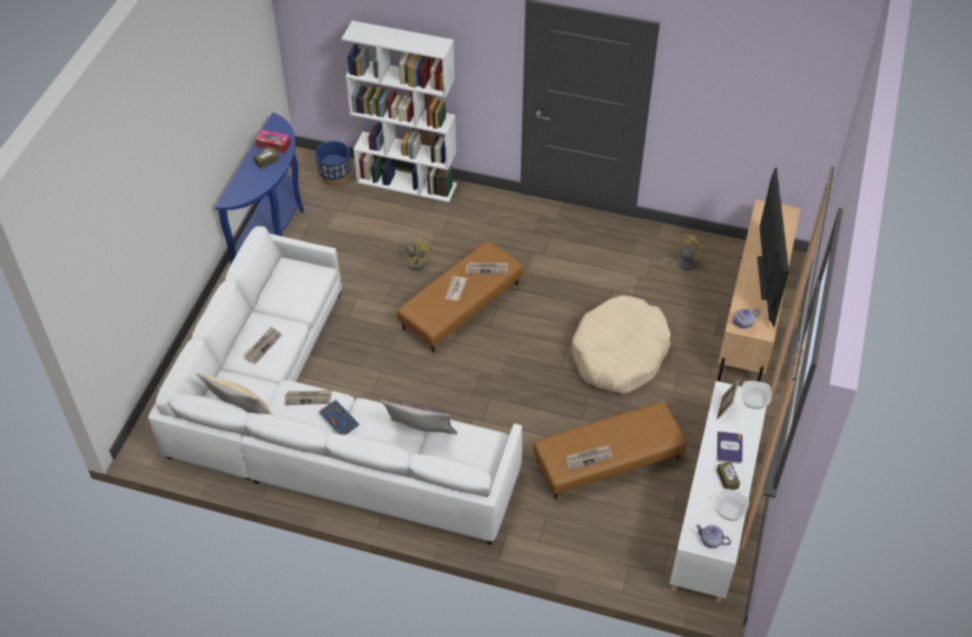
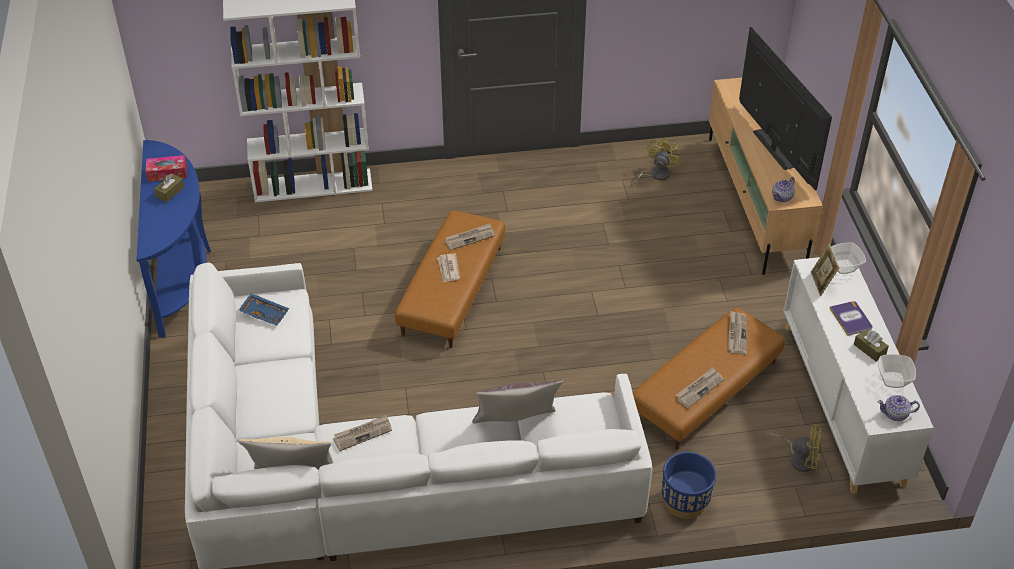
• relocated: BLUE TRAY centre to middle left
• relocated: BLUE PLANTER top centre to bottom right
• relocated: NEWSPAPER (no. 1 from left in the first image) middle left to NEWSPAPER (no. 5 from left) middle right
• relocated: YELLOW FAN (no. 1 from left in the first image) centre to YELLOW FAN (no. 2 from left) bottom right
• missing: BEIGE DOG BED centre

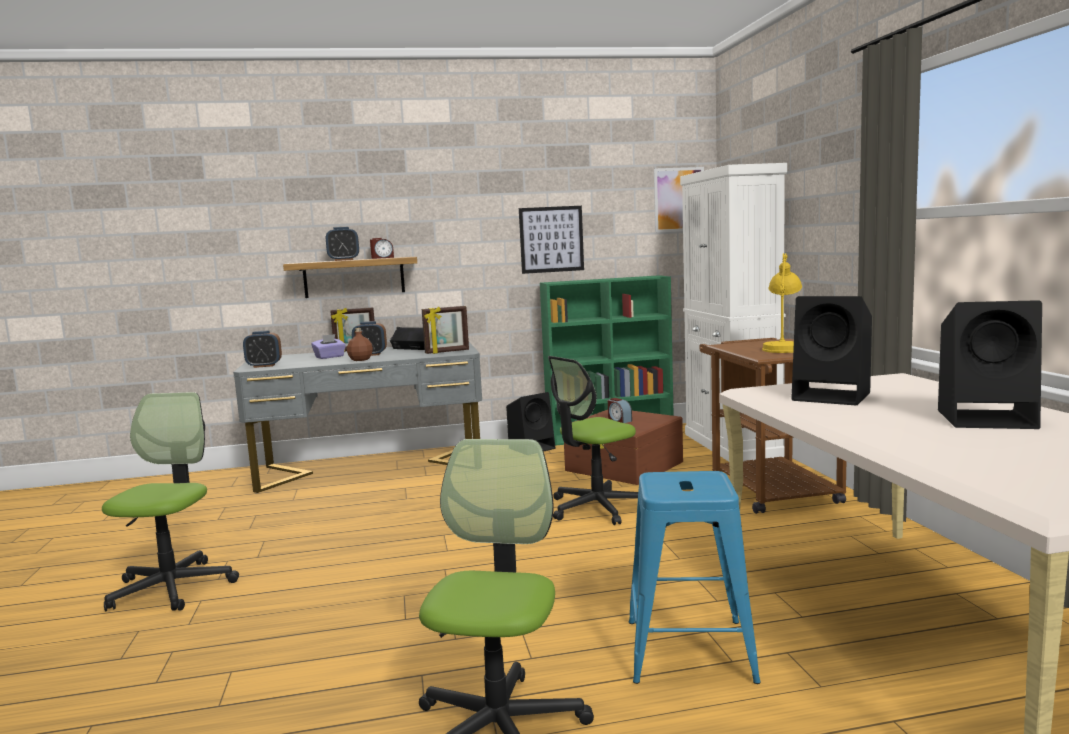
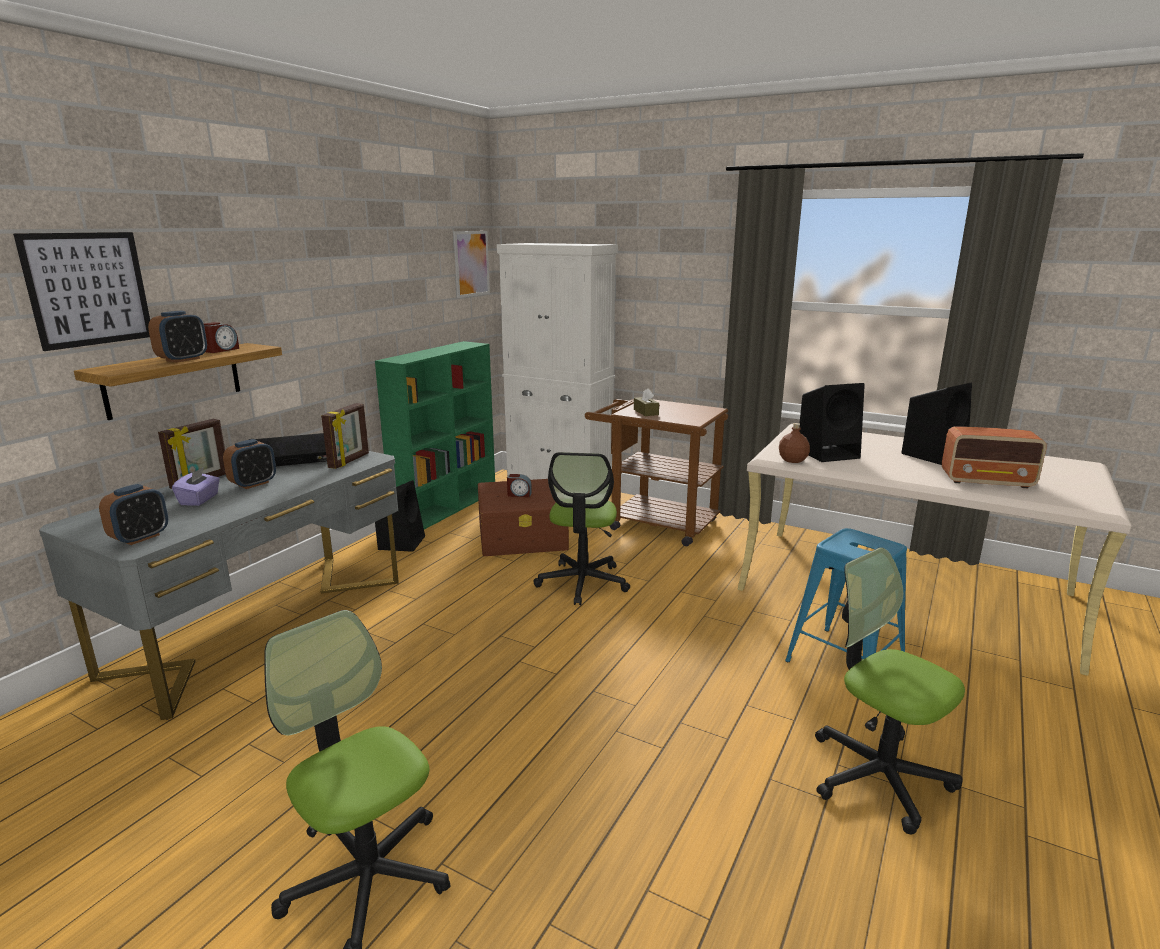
• relocated: PICTURE (no. 1 from left) top centre to top left
• appeared: BROWN TISSUE BOX centre
• relocated: BROWN BOTTLE centre to middle right
• appeared: RADIO middle right
• missing: YELLOW TABLE LAMP middle right

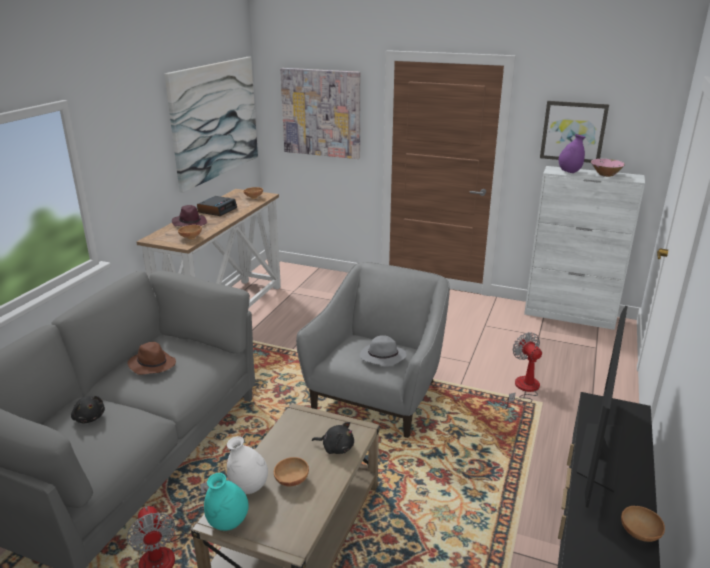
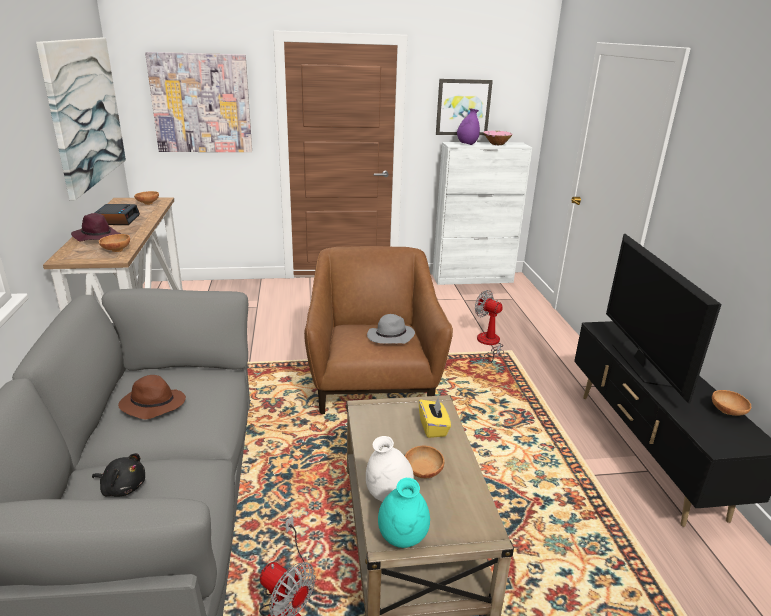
• colour: GREY ARMCHAIR centre to BROWN ARMCHAIR centre
• exchanged: BLACK PLUSH TOY (no. 2 from left) bottom centre to YELLOW TISSUE BOX bottom centre

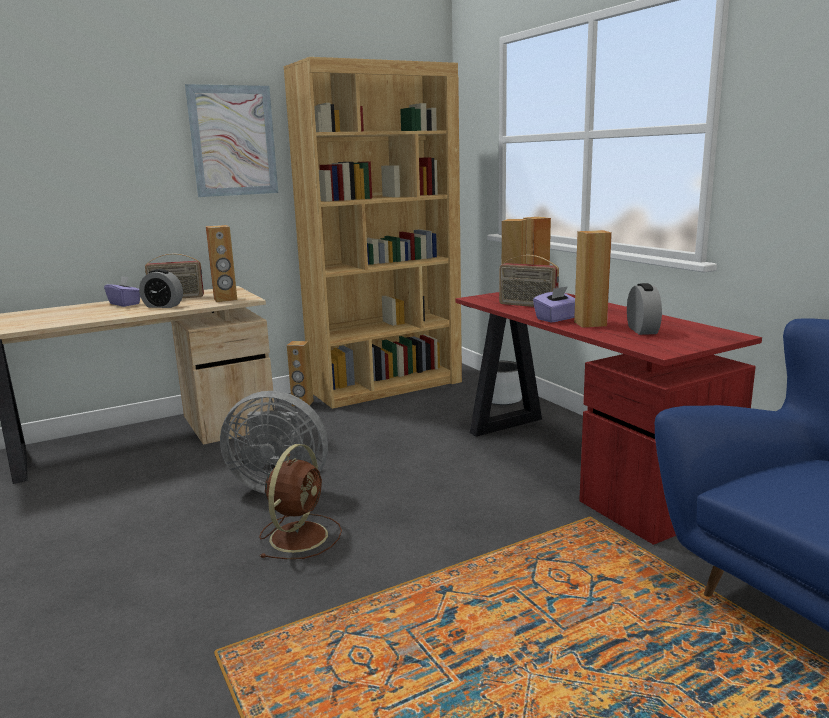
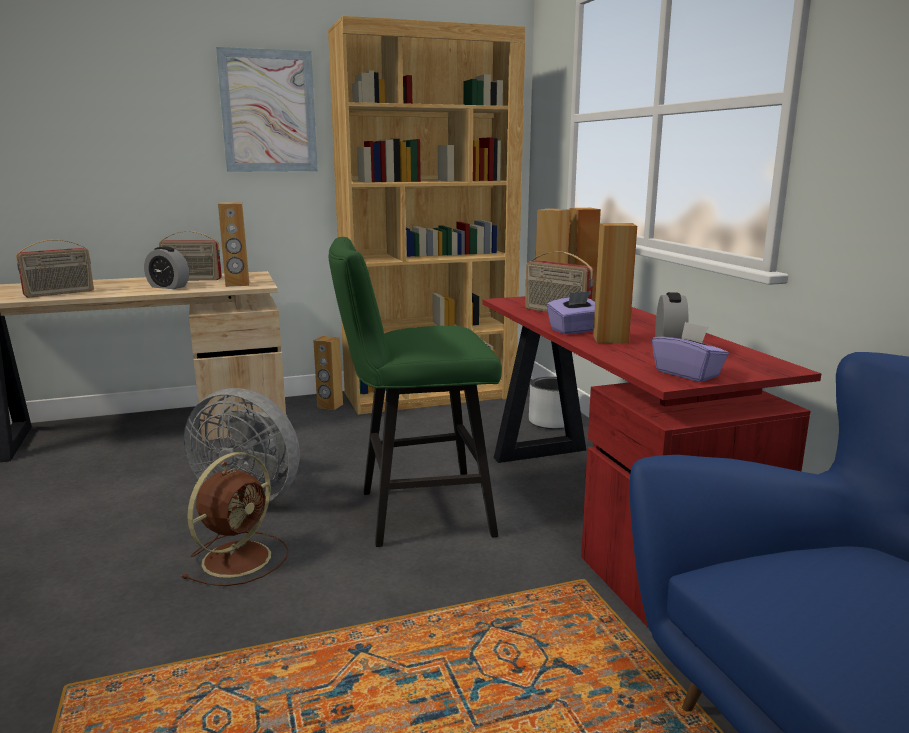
• appeared: RADIO (no. 1 from left) middle left
• appeared: GREEN STOOL centre
• relocated: PURPLE TISSUE BOX (no. 1 from left in the first image) middle left to PURPLE TISSUE BOX (no. 2 from left) middle right

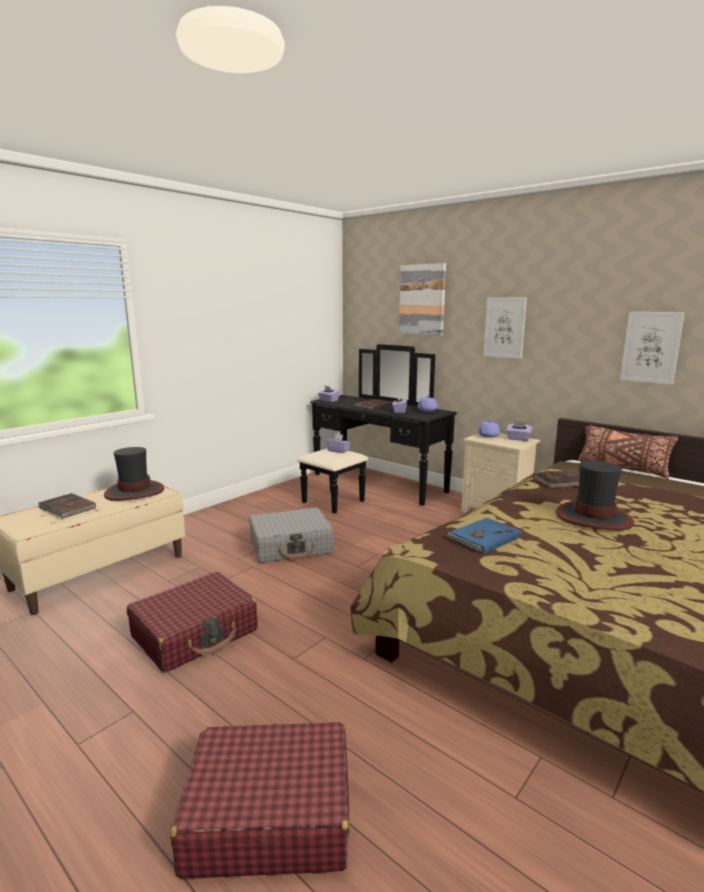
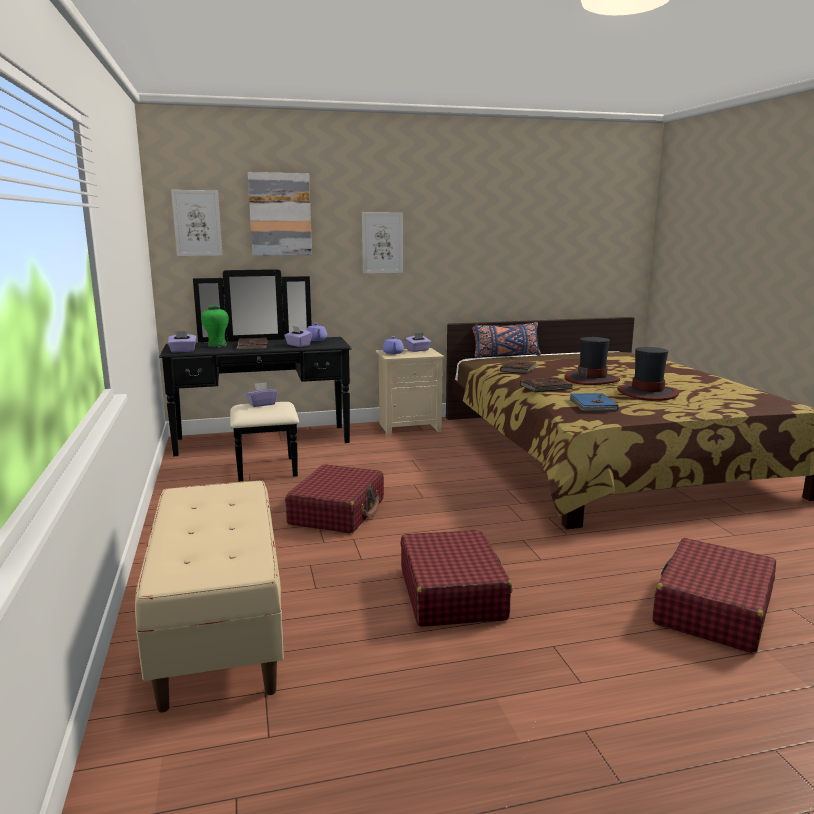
• relocated: PICTURE (no. 3 from left in the first image) middle right to PICTURE (no. 1 from left) top left
• appeared: GREEN VASE middle left
• colour: GREY SUITCASE centre to RED SUITCASE (no. 1 from left) centre
• colour: BROWN PILLOW middle right to BLUE PILLOW centre
• relocated: BROWN BOOK (no. 1 from left in the first image) middle left to BROWN BOOK (no. 3 from left) middle right
• relocated: HAT (no. 1 from left in the first image) middle left to HAT (no. 2 from left) middle right

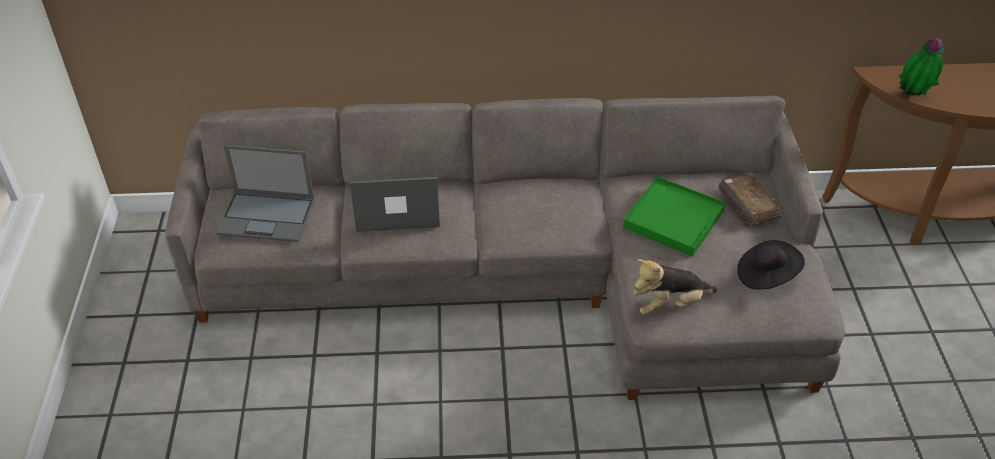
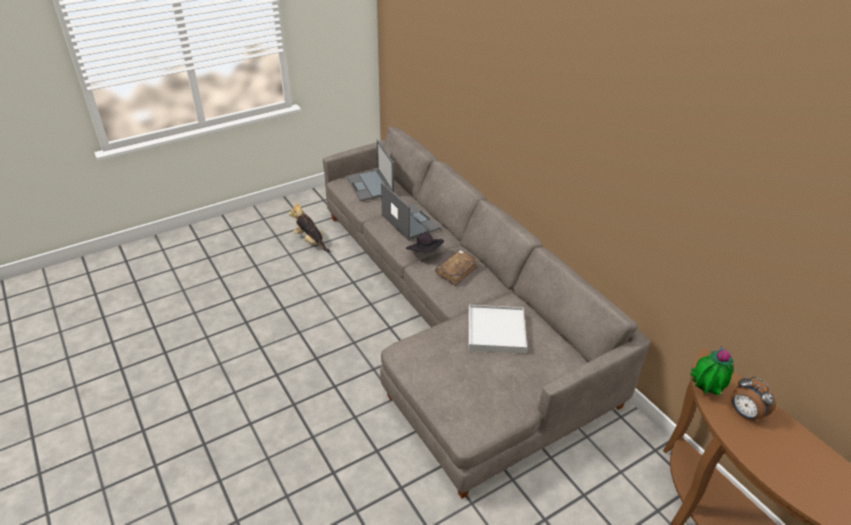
• relocated: PLUSH TOY middle right to centre
• relocated: BLACK HAT middle right to centre
• relocated: BROWN BOOK middle right to centre
• colour: GREEN TRAY middle right to WHITE TRAY centre
• appeared: ALARM CLOCK bottom right

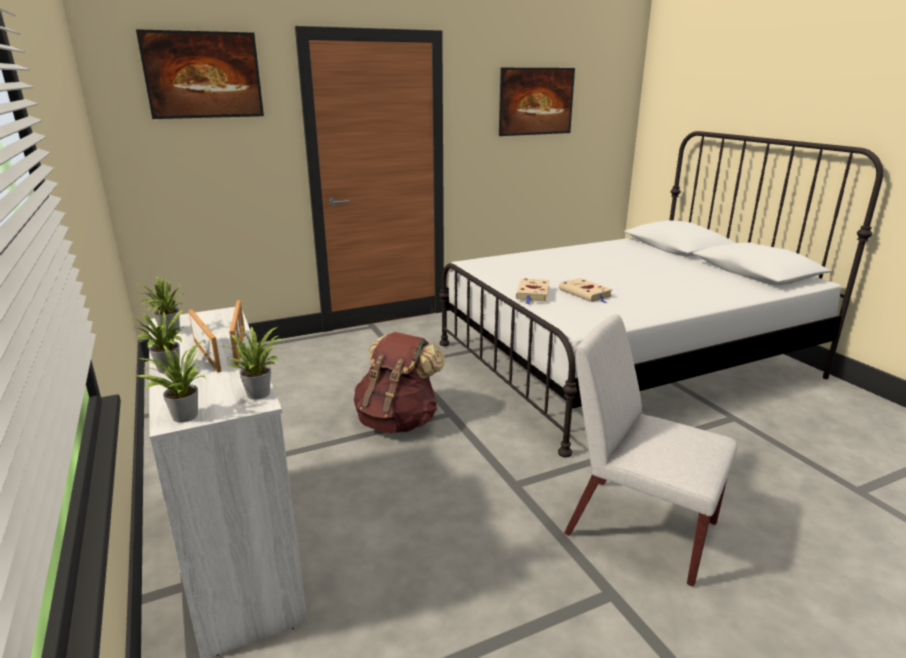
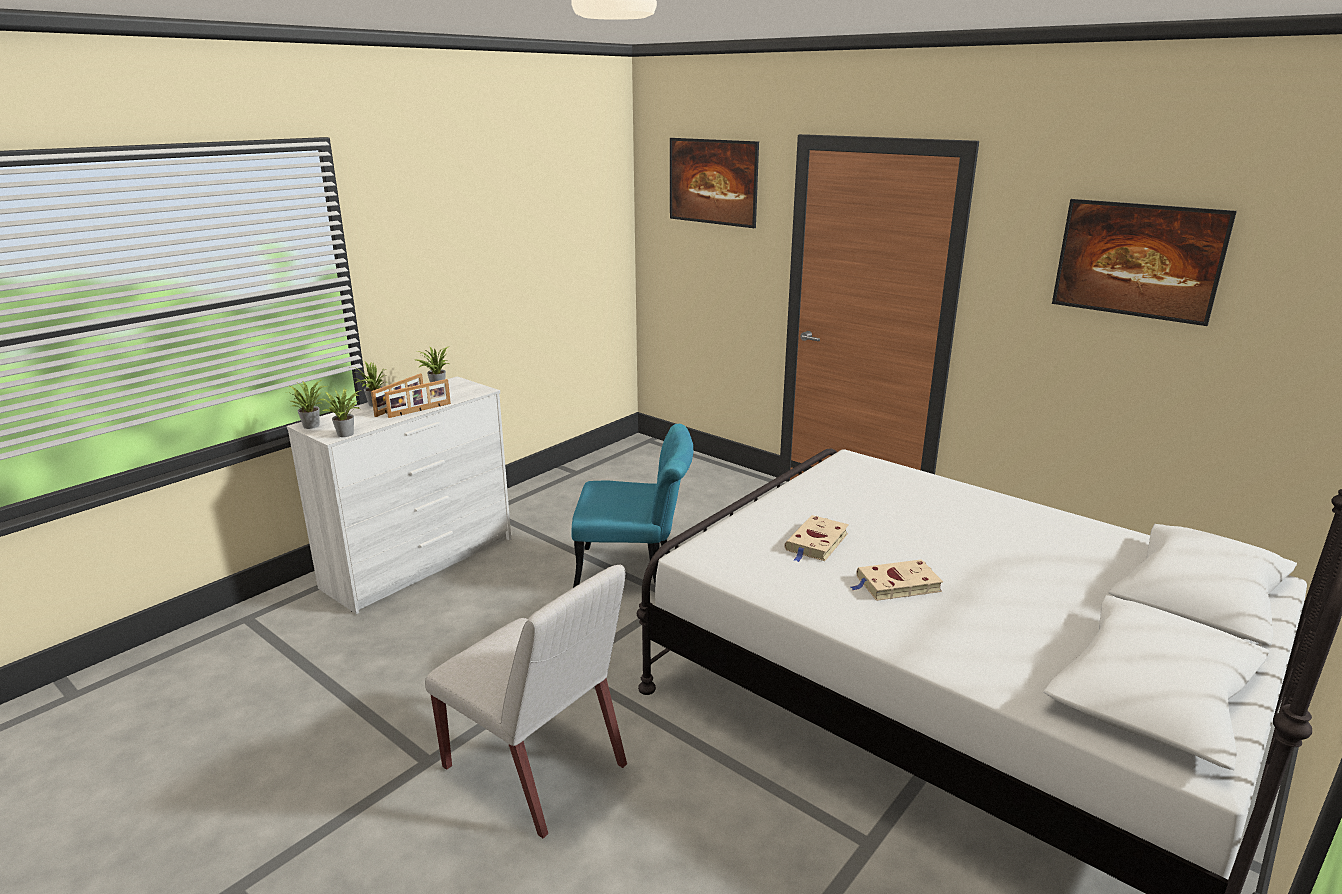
• spun: WHITE CHAIR bottom right = bottom centre 120 degrees clockwise
• exchanged: BROWN BACKPACK centre to TURQUOISE CHAIR centre
• relocated: BEIGE BOOK (no. 1 from left in the first image) centre to BEIGE BOOK (no. 2 from left) middle right

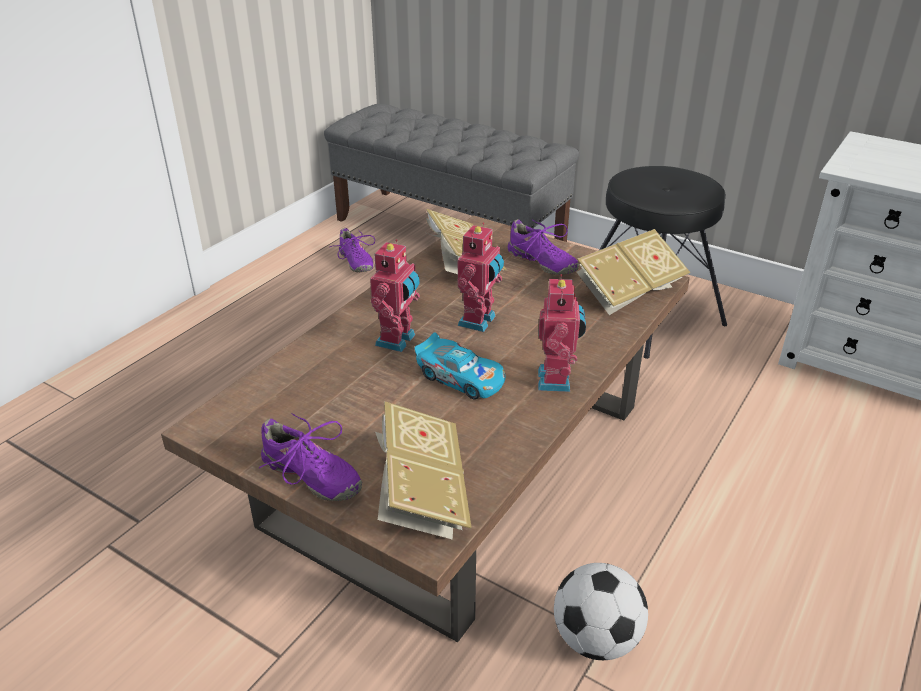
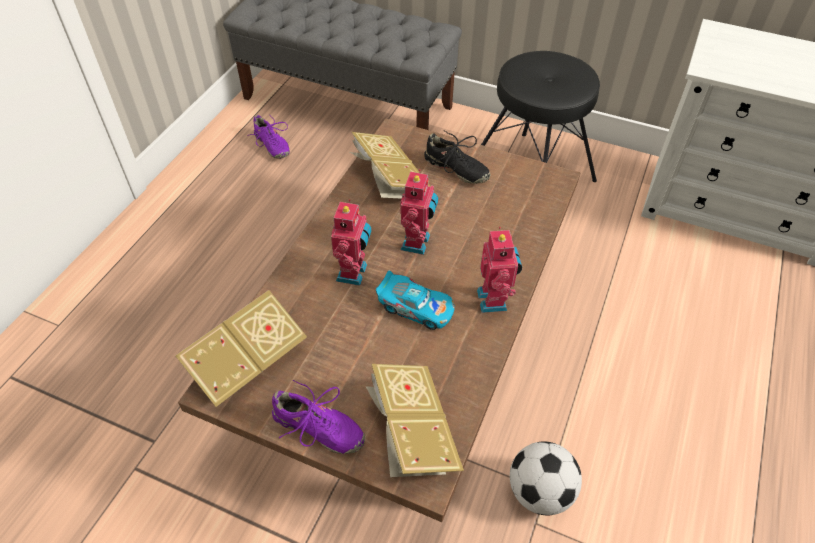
• relocated: BOOK (no. 3 from left in the first image) middle right to BOOK (no. 1 from left) middle left
• colour: PURPLE SHOE (no. 3 from left) centre to BLACK SHOE top centre

